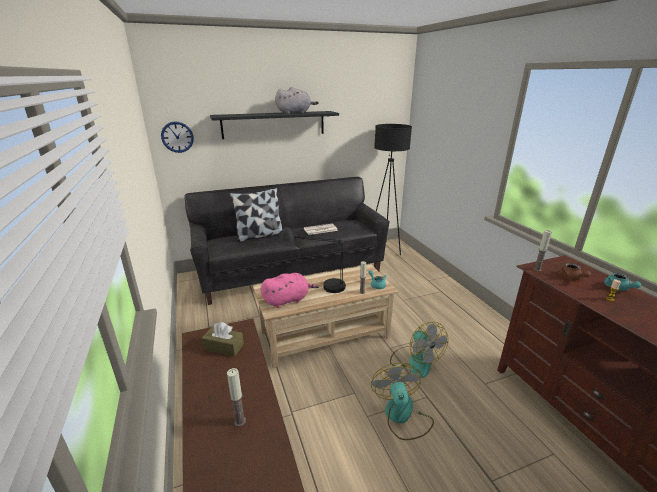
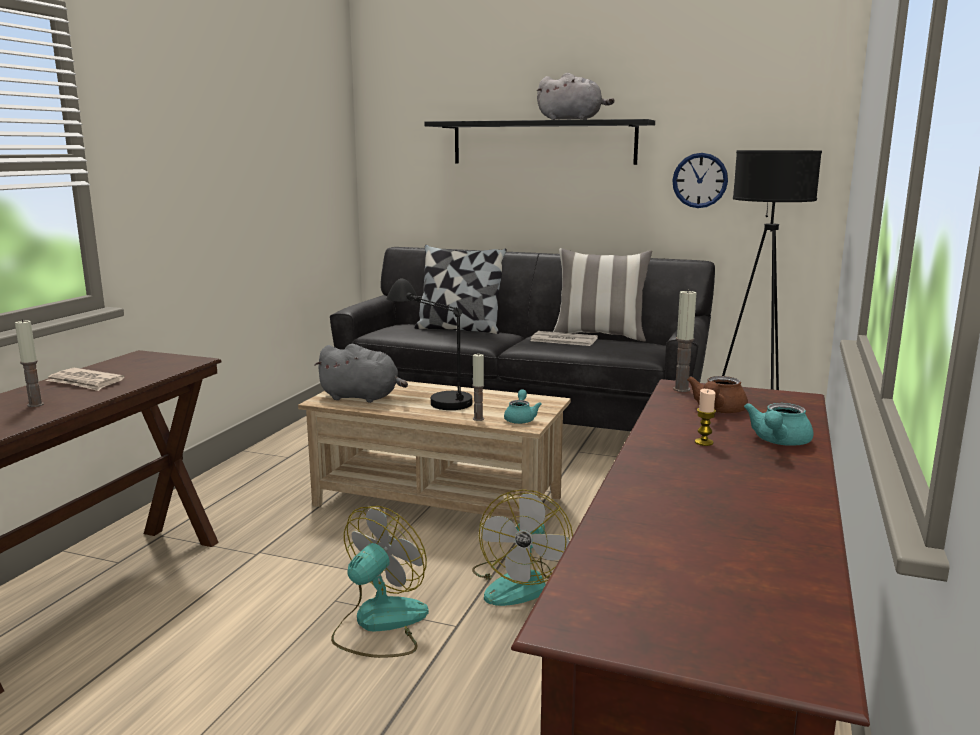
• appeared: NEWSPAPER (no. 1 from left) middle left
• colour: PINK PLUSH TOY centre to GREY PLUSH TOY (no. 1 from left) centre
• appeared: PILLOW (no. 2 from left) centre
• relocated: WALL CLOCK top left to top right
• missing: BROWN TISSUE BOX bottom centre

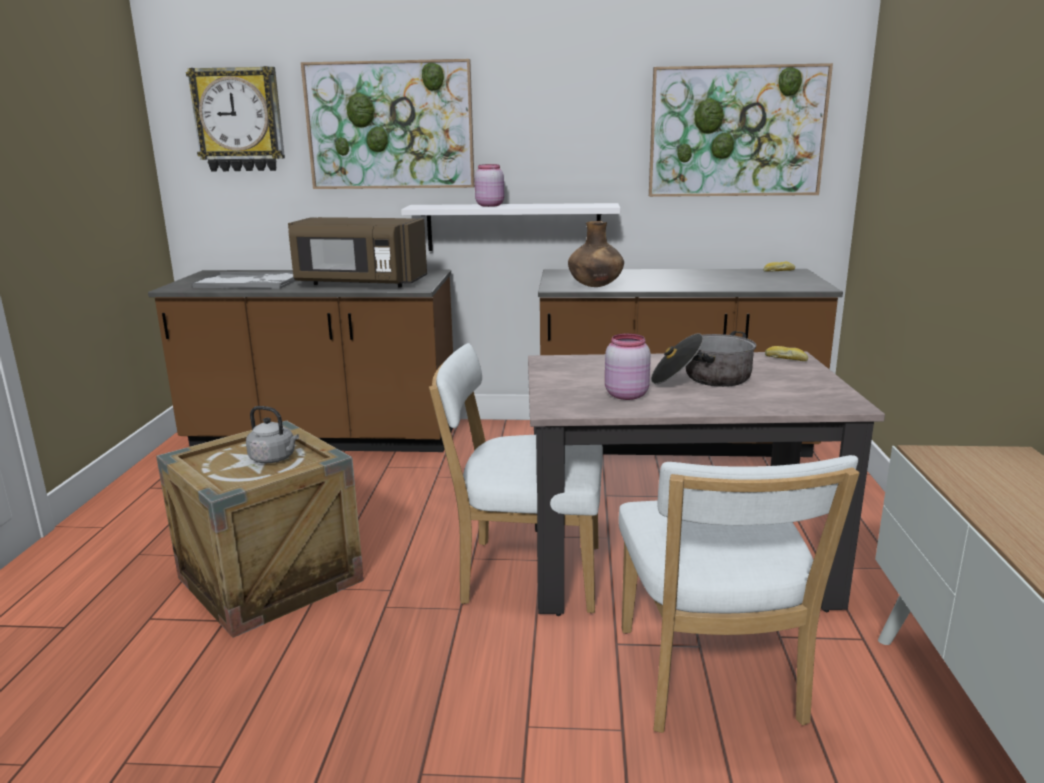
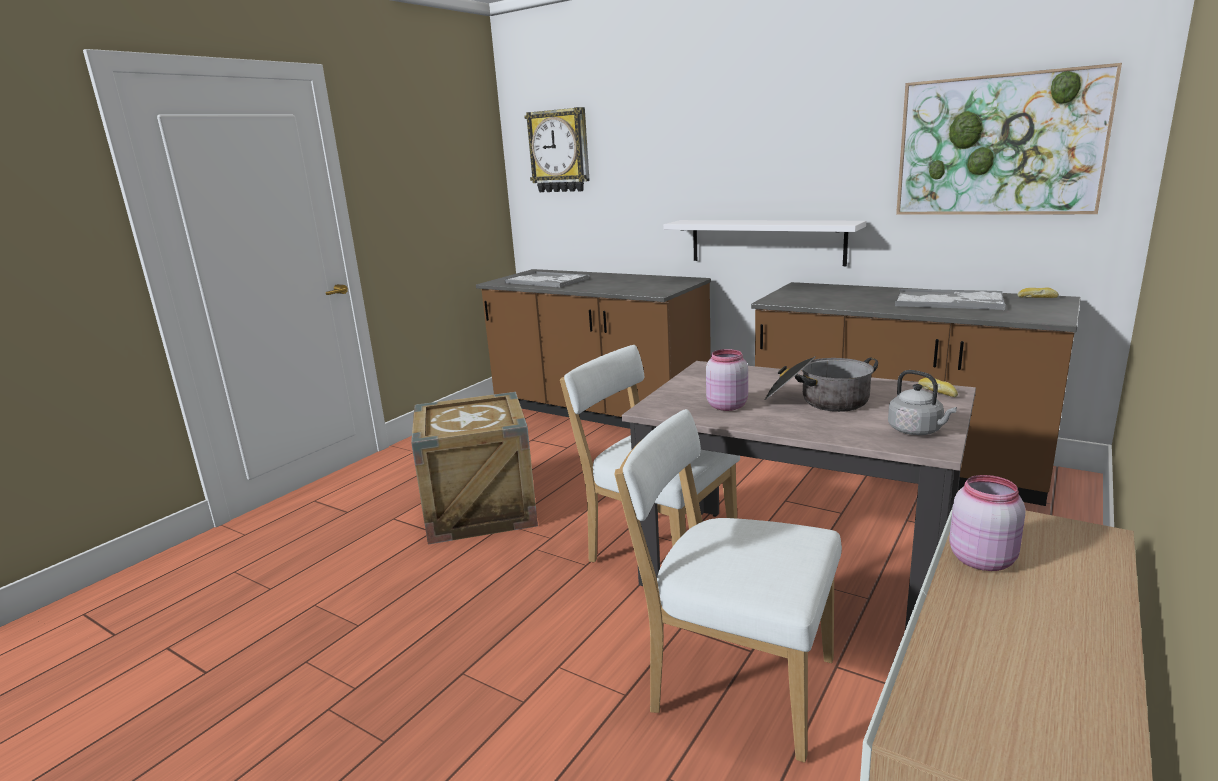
• spun: WHITE CHAIR (no. 2 from left) bottom right = bottom centre 90 degrees clockwise
• relocated: GREY KETTLE middle left to middle right
• appeared: TRAY (no. 2 from left) middle right
• relocated: PINK JAR (no. 1 from left in the first image) top centre to PINK JAR (no. 2 from left) bottom right
• missing: BROWN MICROWAVE top centre
• missing: PICTURE (no. 1 from left) top centre
• missing: BROWN VASE top centre

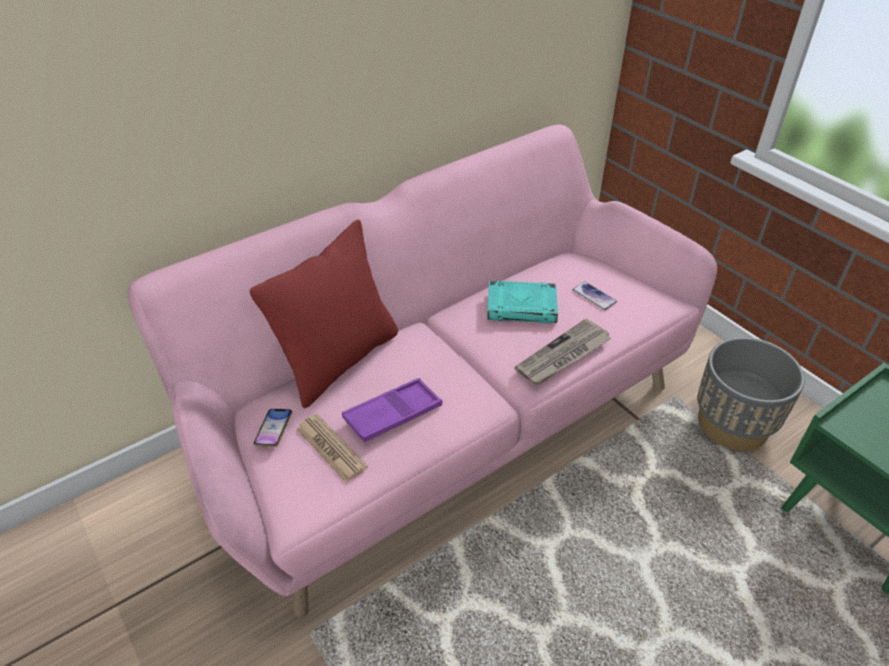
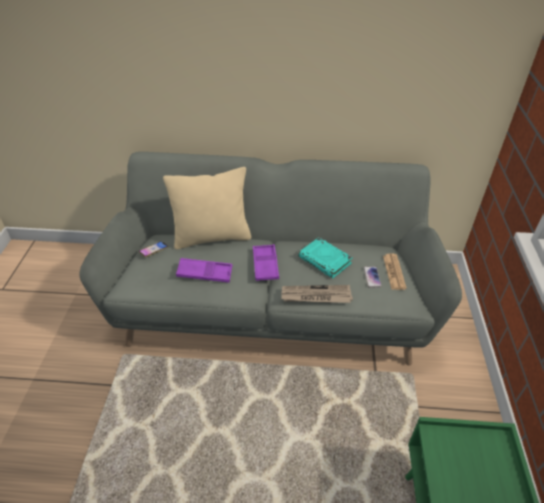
• colour: PINK SOFA centre to GREY SOFA centre
• colour: RED PILLOW centre to BEIGE PILLOW centre
• appeared: PURPLE TRAY (no. 2 from left) centre
• relocated: NEWSPAPER (no. 1 from left in the first image) bottom centre to NEWSPAPER (no. 2 from left) middle right
• missing: GREY PLANTER middle right

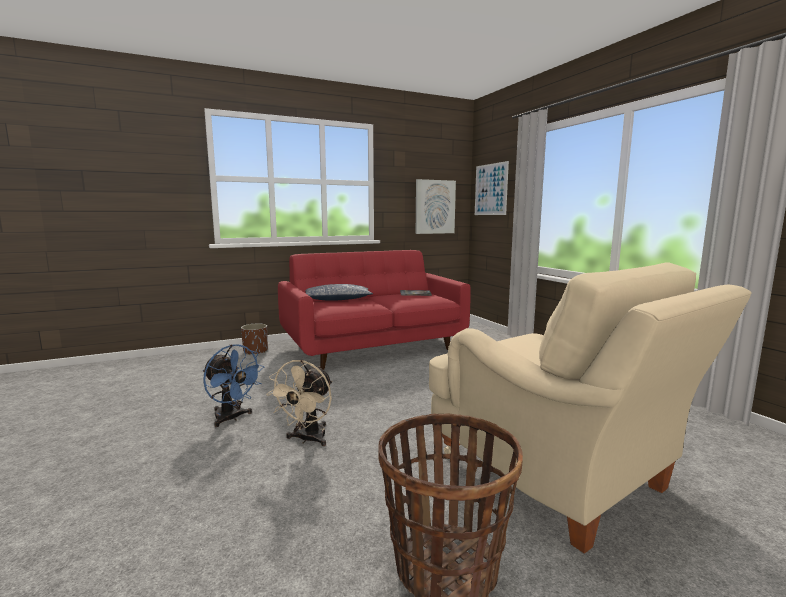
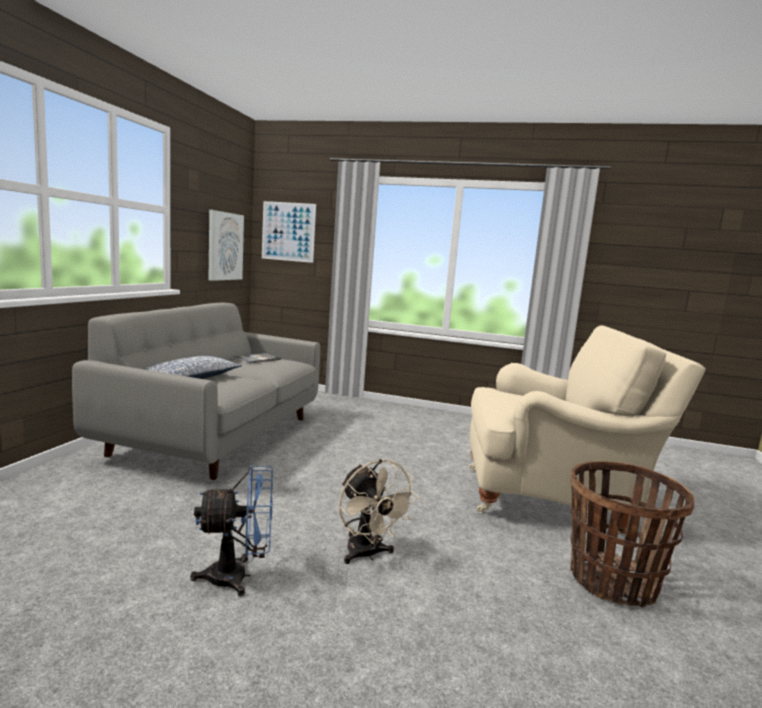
• colour: RED SOFA centre to GREY SOFA middle left
• missing: BROWN PLANTER middle left

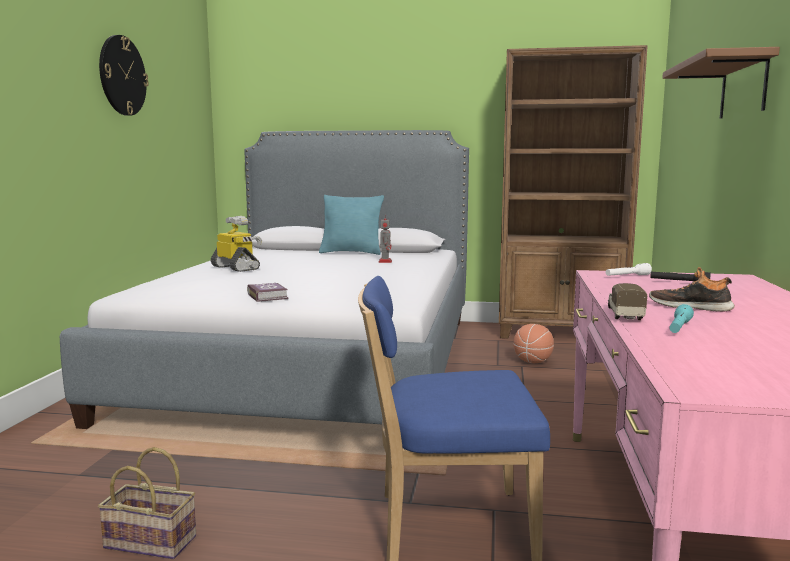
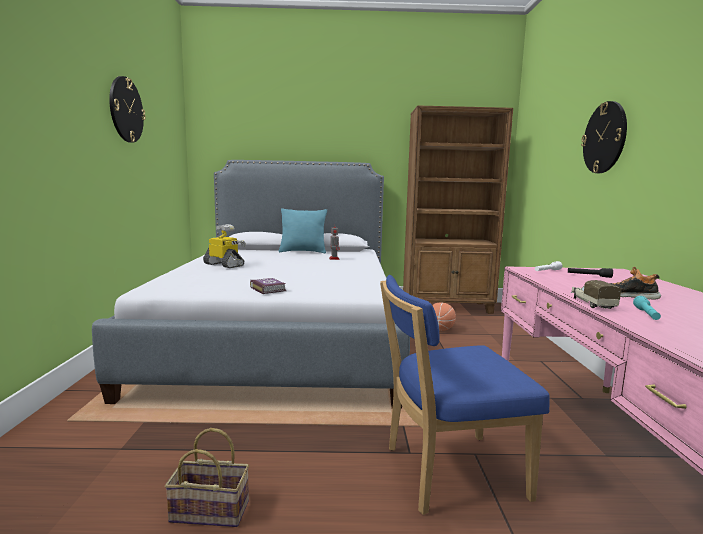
• exchanged: BROWN SHELF top right to WALL CLOCK (no. 2 from left) top right

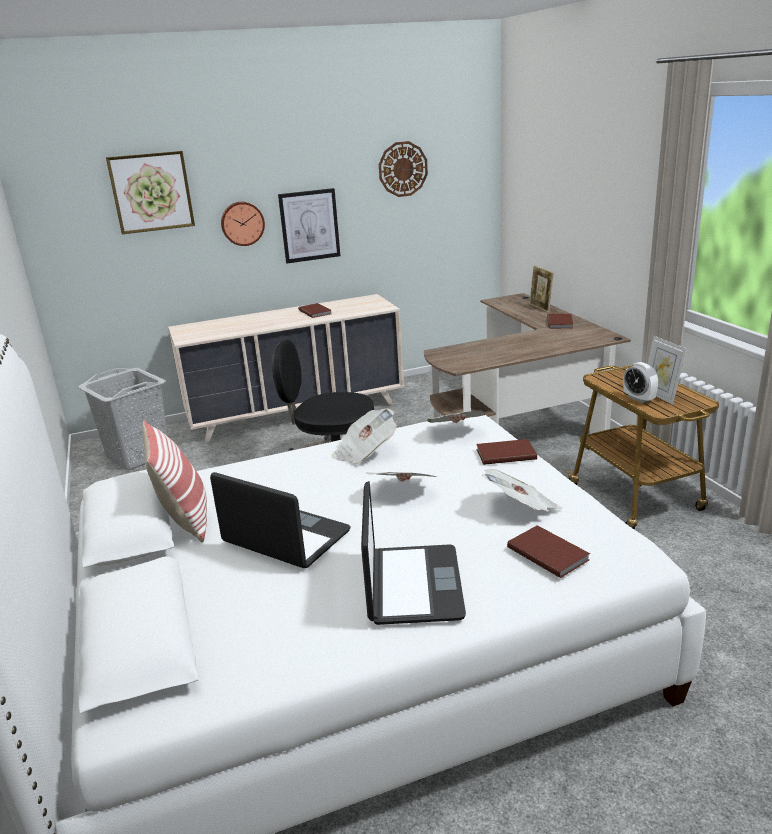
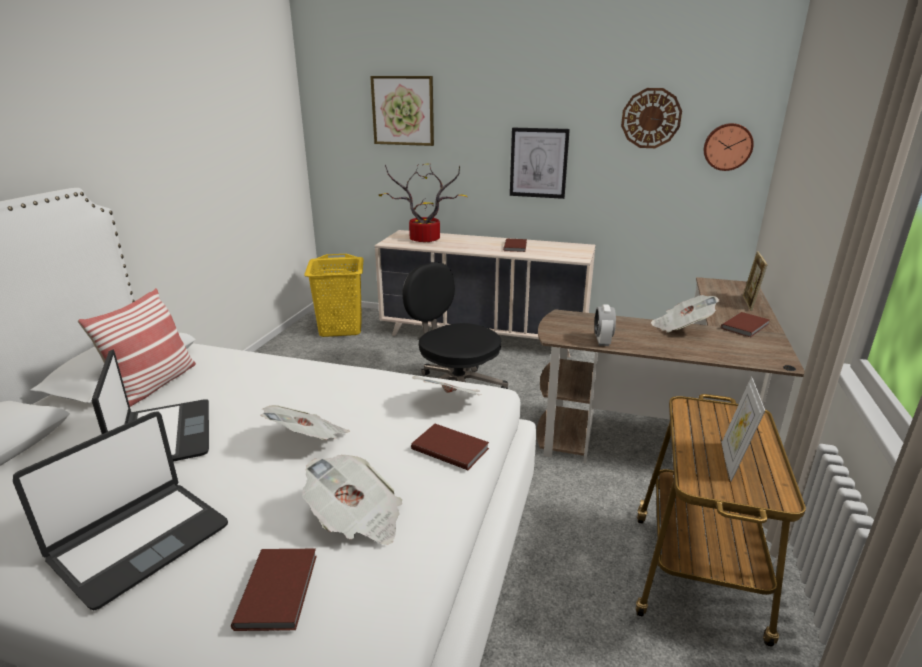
• colour: GREY LAUNDRY BASKET middle left to YELLOW LAUNDRY BASKET centre
• appeared: POTTED PLANT top centre
• relocated: ALARM CLOCK middle right to centre
• relocated: NEWSPAPER (no. 1 from left in the first image) centre to NEWSPAPER (no. 4 from left) middle right
• relocated: WALL CLOCK (no. 1 from left in the first image) top left to WALL CLOCK (no. 2 from left) top right

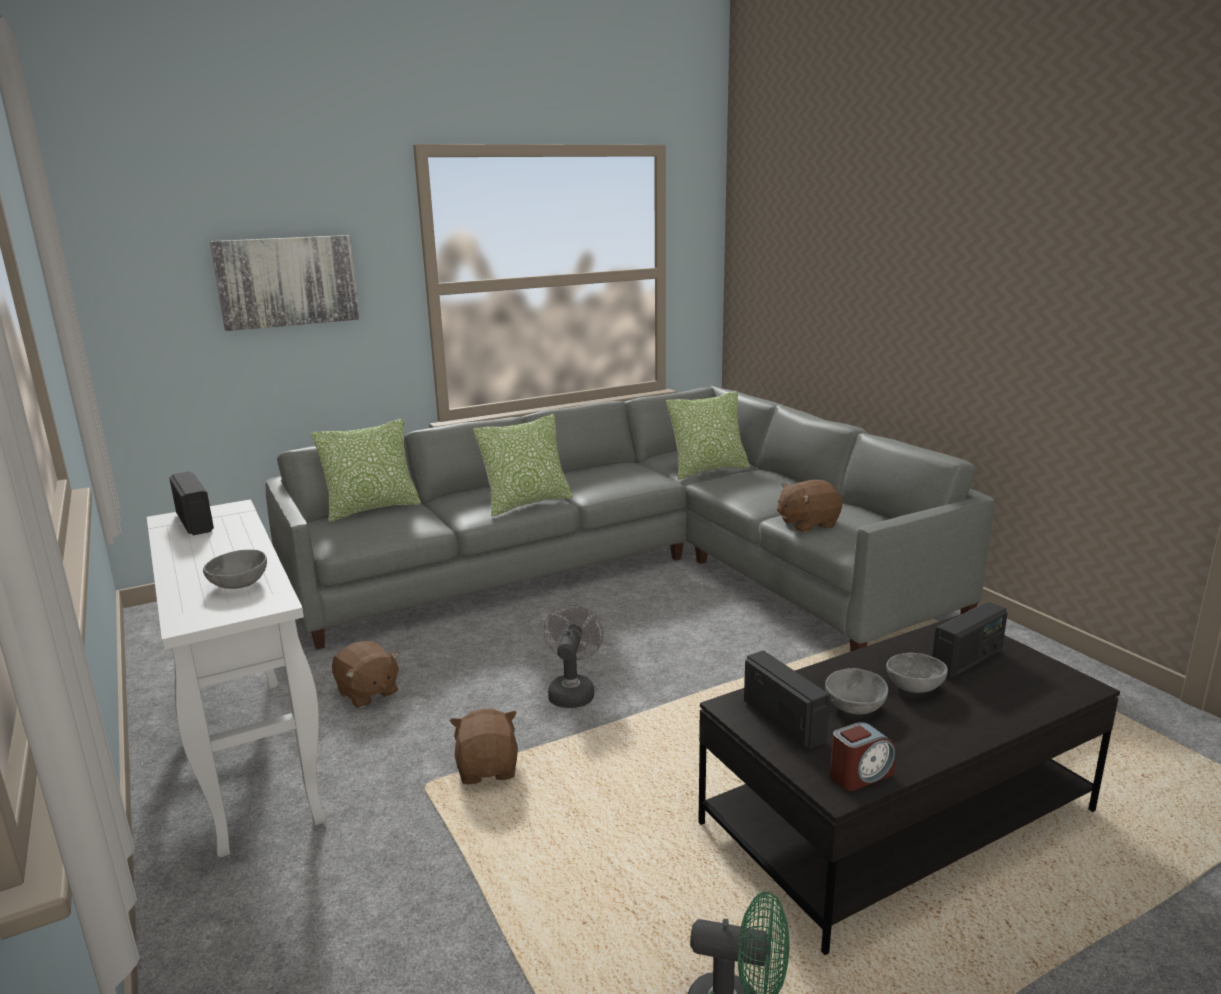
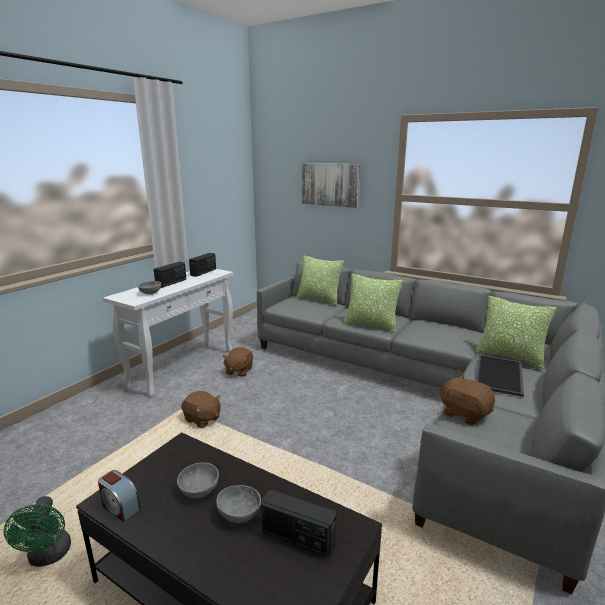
• relocated: RADIO (no. 2 from left in the first image) bottom centre to RADIO (no. 1 from left) middle left
• spun: BROWN PLUSH TOY (no. 2 from left in the first image) bottom centre = bottom left 75 degrees clockwise
• appeared: TRAY middle right
• missing: GREY FAN centre

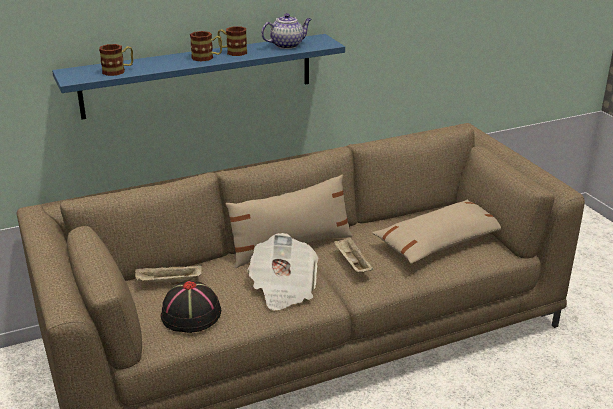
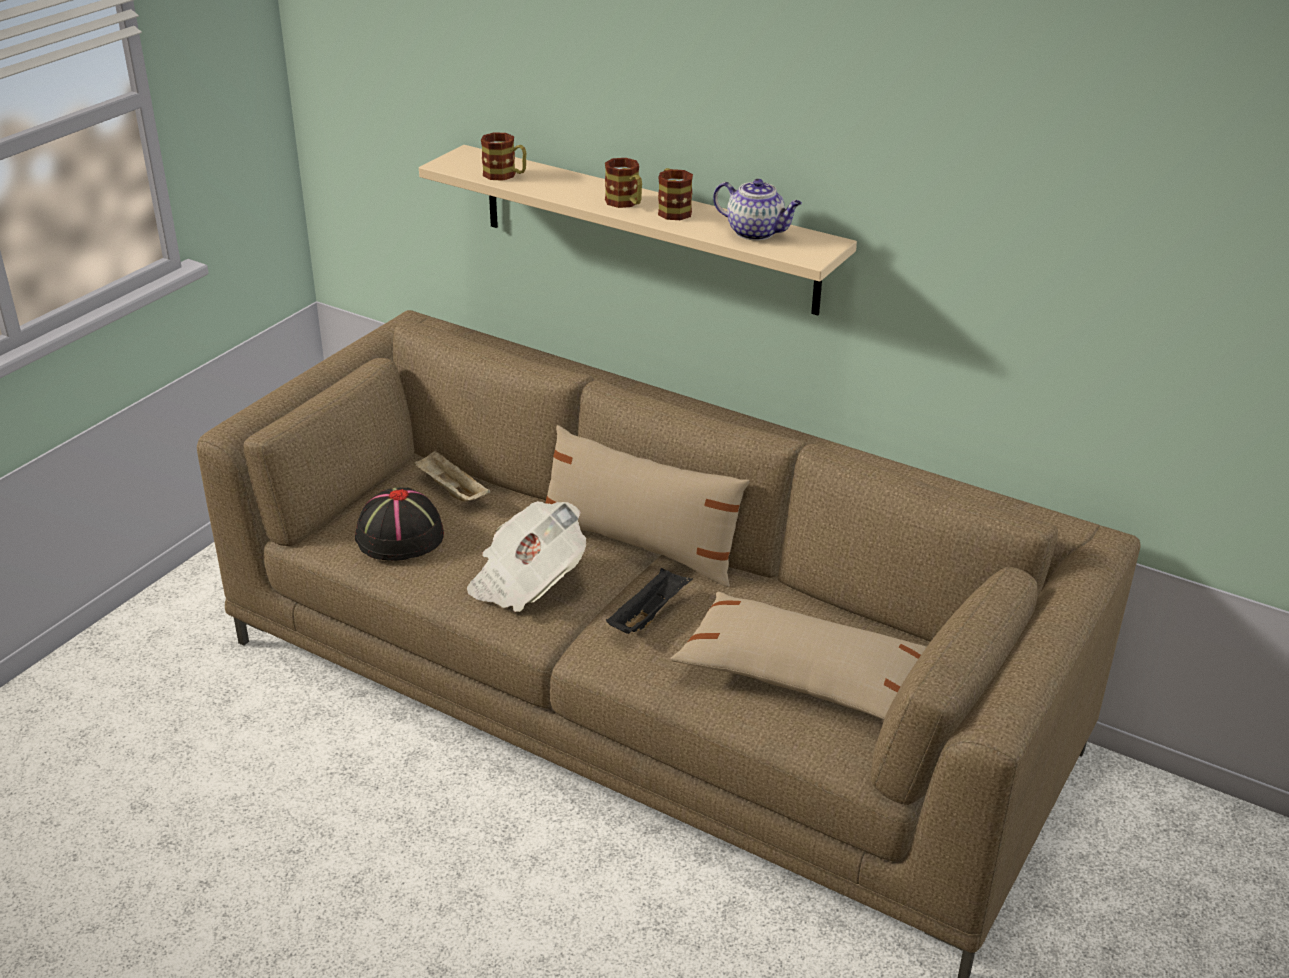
• colour: BLUE SHELF top left to BEIGE SHELF top centre
• colour: BEIGE TRAY (no. 2 from left) centre to BLACK TRAY centre

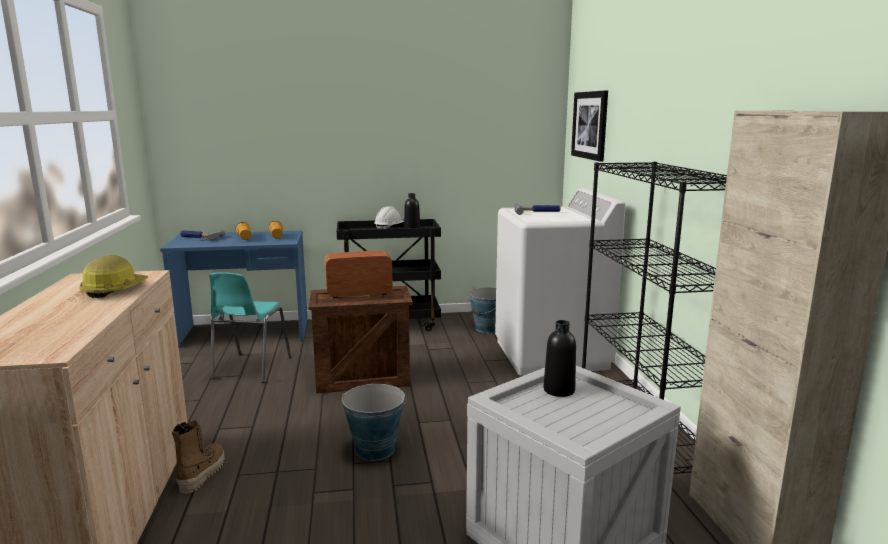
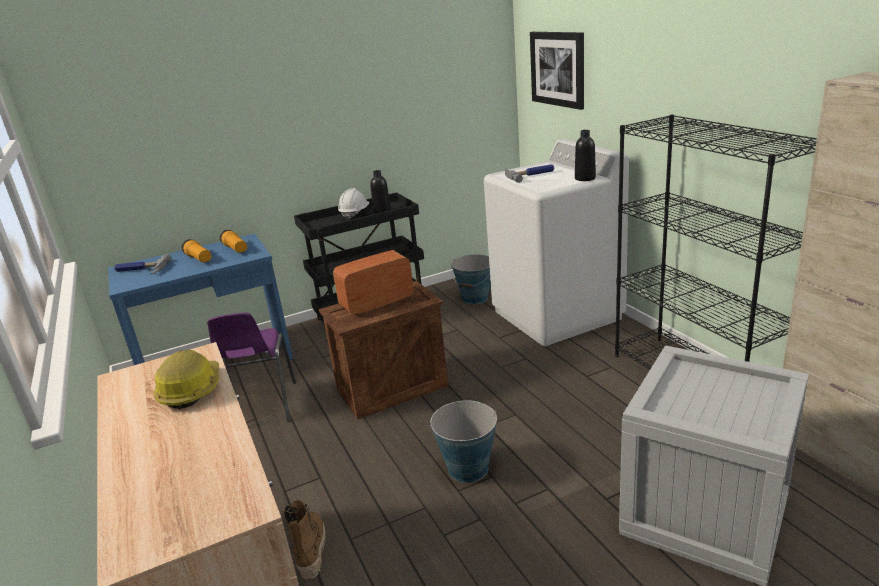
• colour: TURQUOISE CHAIR middle left to PURPLE CHAIR middle left
• relocated: BLACK BOTTLE (no. 2 from left) centre to top centre

